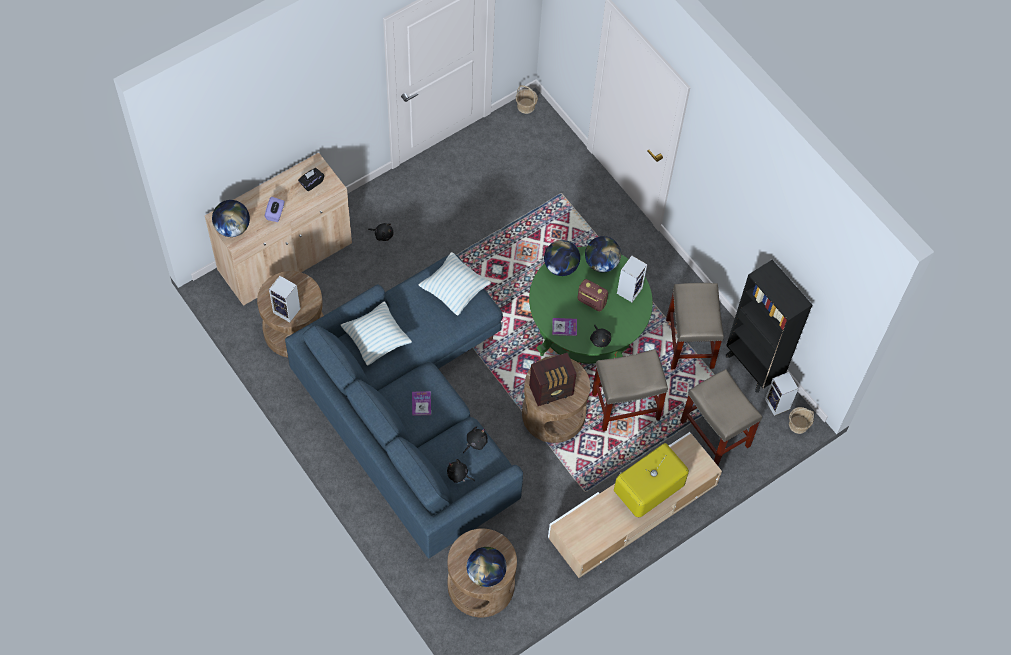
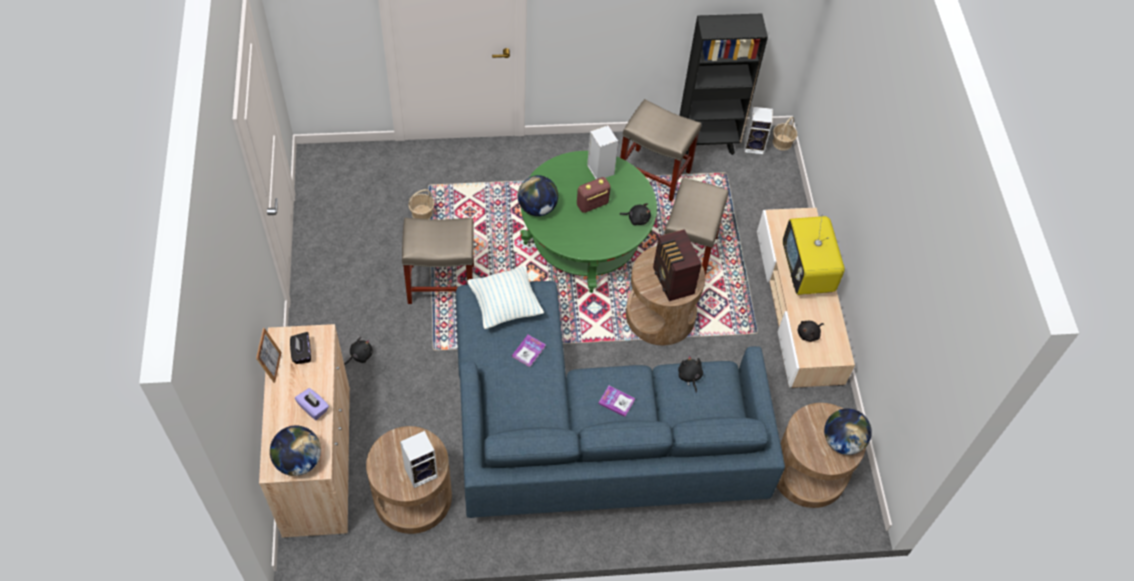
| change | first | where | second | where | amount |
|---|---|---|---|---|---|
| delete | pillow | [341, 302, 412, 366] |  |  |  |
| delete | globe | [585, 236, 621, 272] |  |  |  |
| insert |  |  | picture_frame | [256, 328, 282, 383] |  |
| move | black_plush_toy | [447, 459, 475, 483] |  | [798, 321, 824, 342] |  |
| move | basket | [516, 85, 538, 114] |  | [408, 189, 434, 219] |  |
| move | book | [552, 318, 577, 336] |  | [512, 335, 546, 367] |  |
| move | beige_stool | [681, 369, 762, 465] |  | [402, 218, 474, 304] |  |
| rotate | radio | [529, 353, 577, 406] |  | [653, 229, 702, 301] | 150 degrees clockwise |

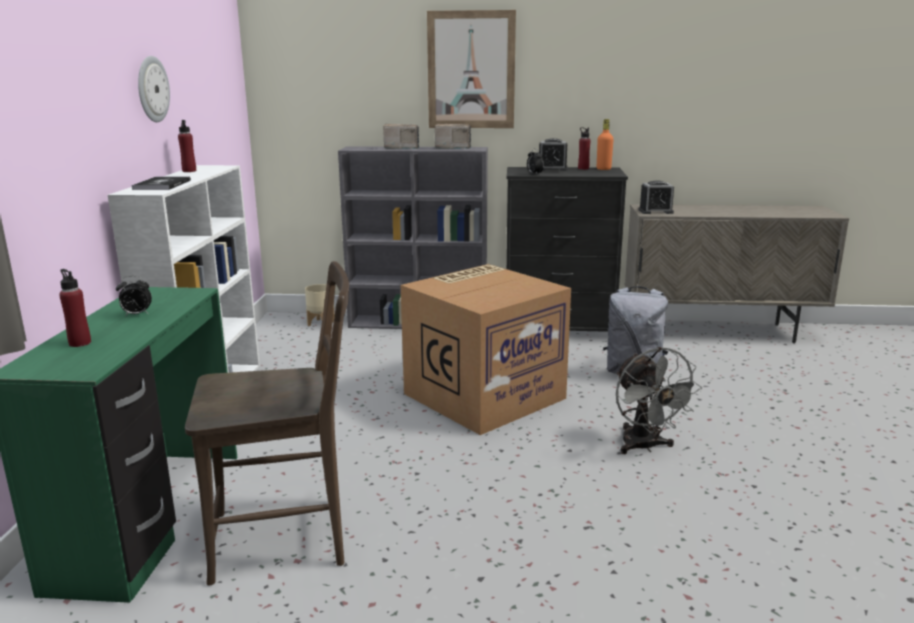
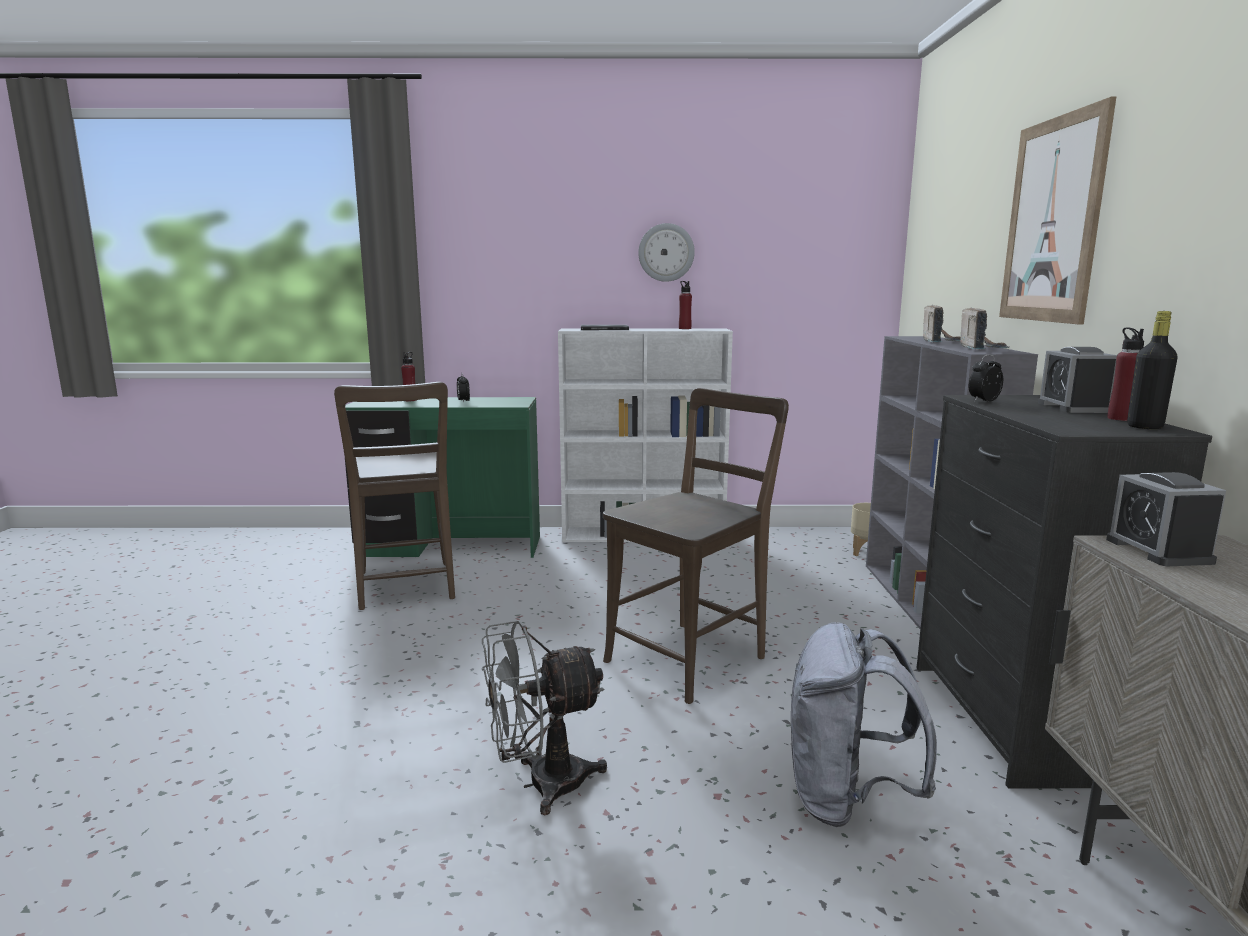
| change | first | where | second | where | amount |
|---|---|---|---|---|---|
| replace | cardboard_box | [401, 264, 571, 435] | brown_chair | [603, 388, 789, 704] |  |
| recolor | orange_bottle | [597, 119, 614, 170] | black_bottle | [1127, 311, 1178, 429] |  |

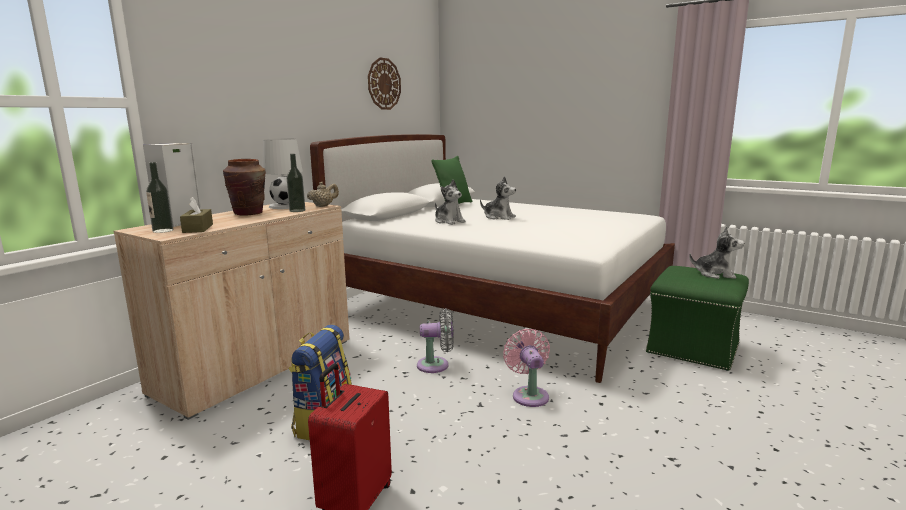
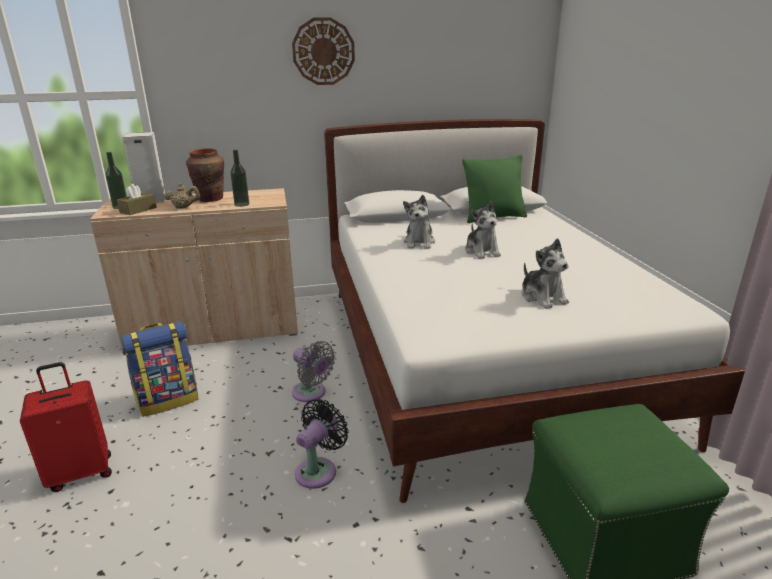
| change | first | where | second | where | amount |
|---|---|---|---|---|---|
| delete | white_table_lamp | [263, 139, 303, 209] |  |  |  |
| move | beige_teapot | [307, 182, 339, 207] |  | [164, 183, 200, 208] |  |
| move | wall_clock | [368, 57, 401, 110] |  | [292, 17, 355, 85] |  |
| move | plush_toy | [689, 226, 744, 279] |  | [522, 238, 569, 309] |  |
| recolor | pink_fan | [503, 329, 550, 407] | black_fan | [295, 399, 349, 489] |  |

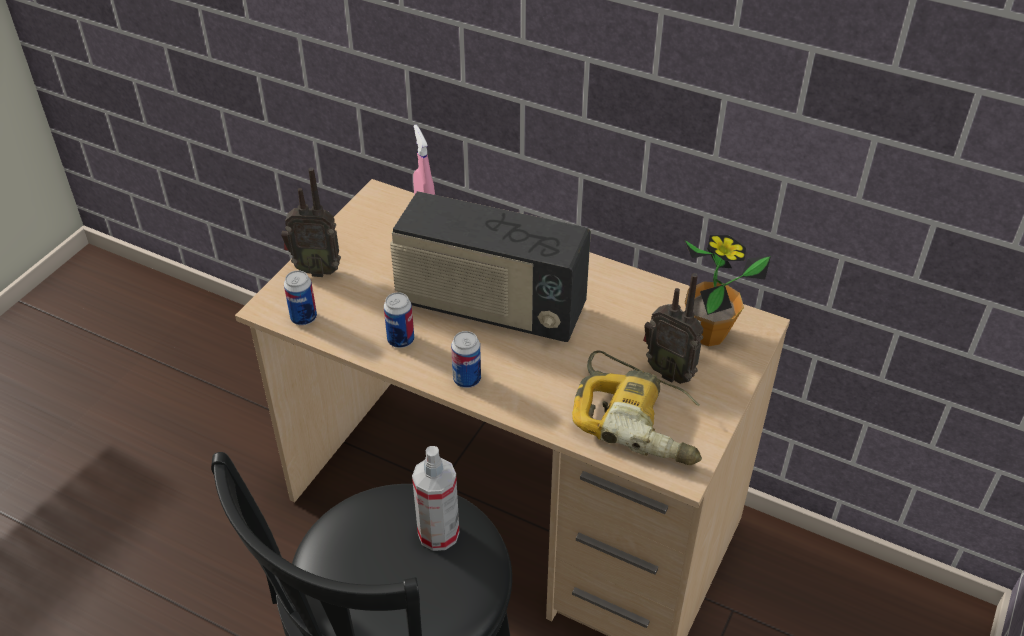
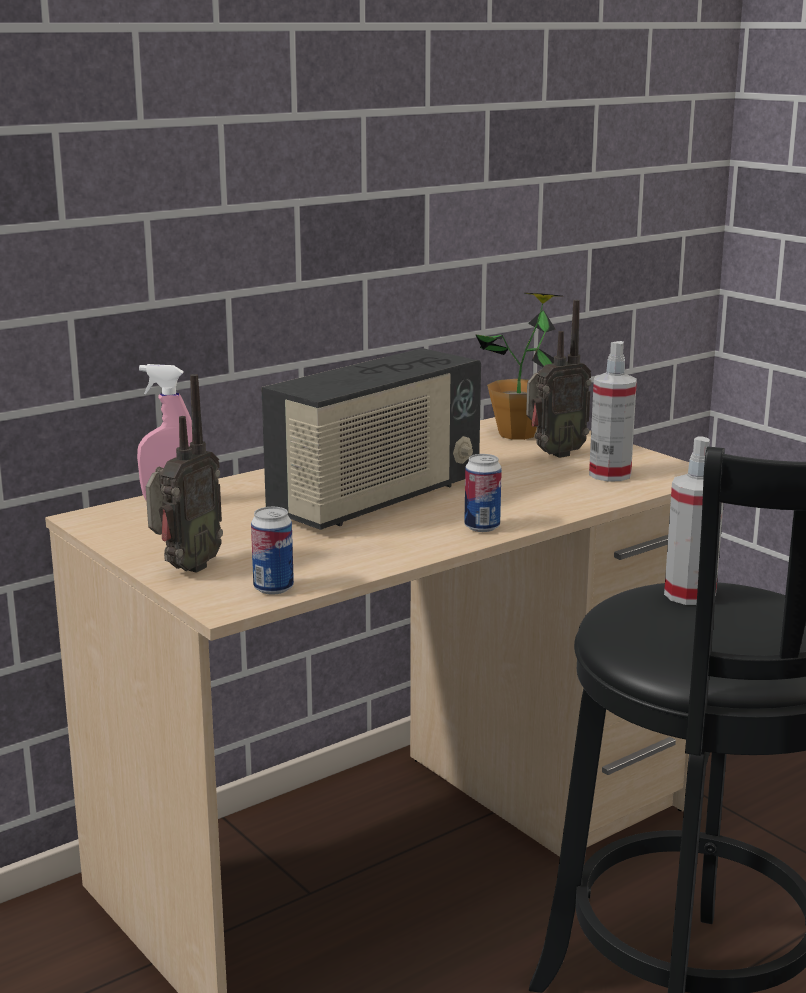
| change | first | where | second | where | amount |
|---|---|---|---|---|---|
| delete | can | [384, 292, 414, 348] |  |  |  |
| replace | power_drill | [572, 350, 702, 465] | spray_bottle | [589, 341, 637, 482] |  |

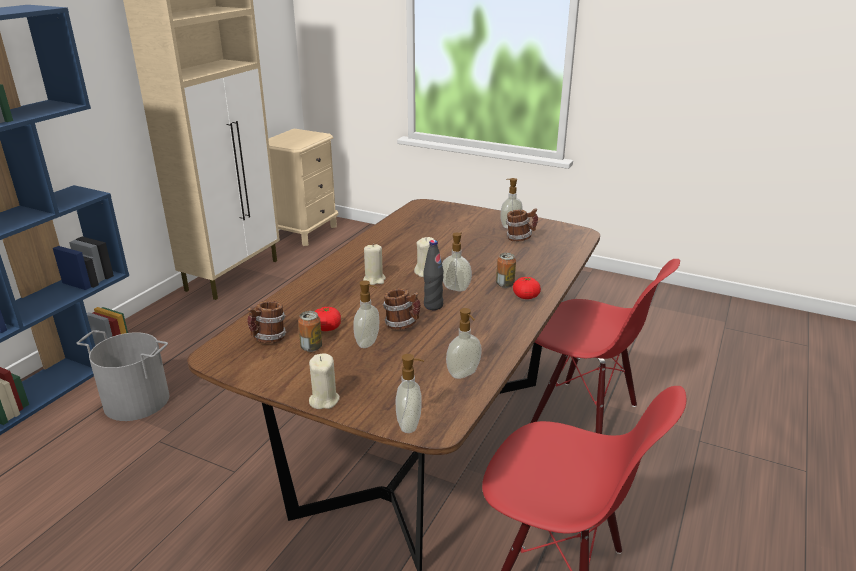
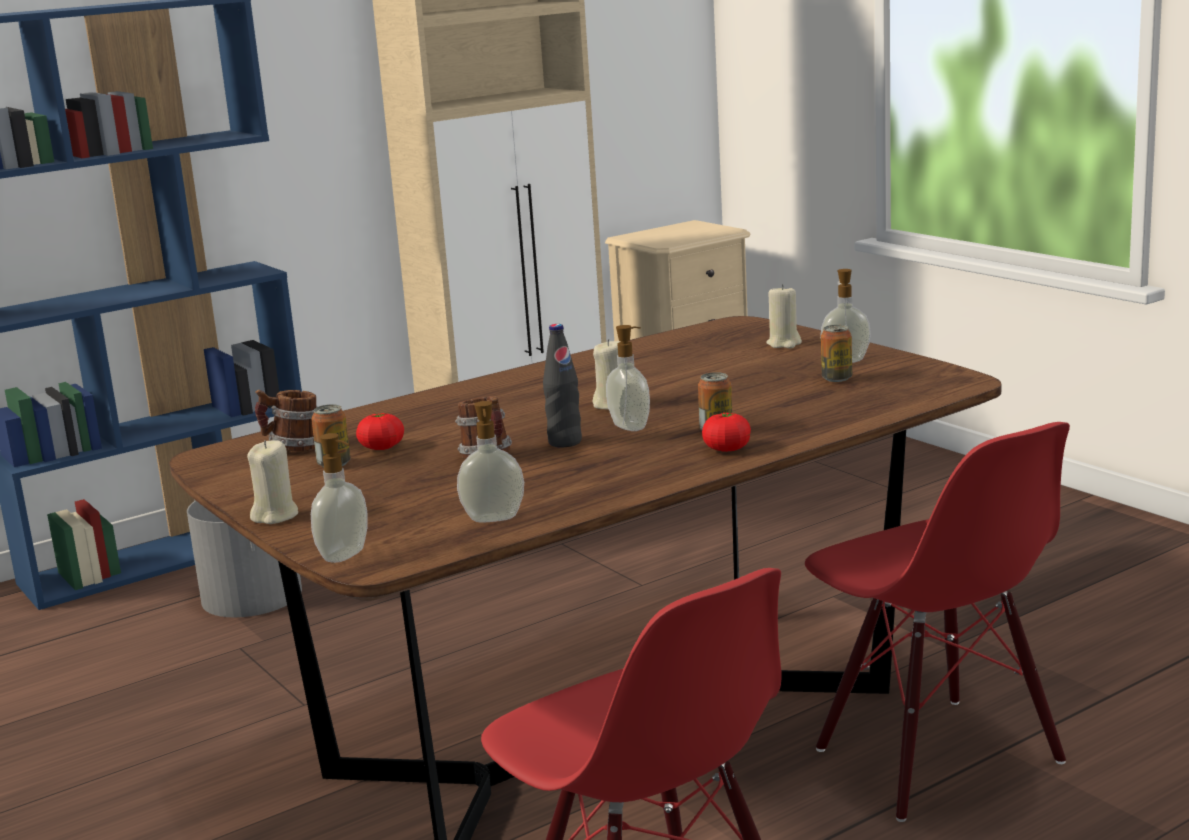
| change | first | where | second | where | amount |
|---|---|---|---|---|---|
| delete | soap_dispenser | [353, 280, 379, 348] |  |  |  |
| move | beige_candle | [363, 244, 386, 285] |  | [766, 284, 802, 348] |  |
| replace | mug | [506, 208, 538, 242] | can | [821, 325, 852, 382] |  |

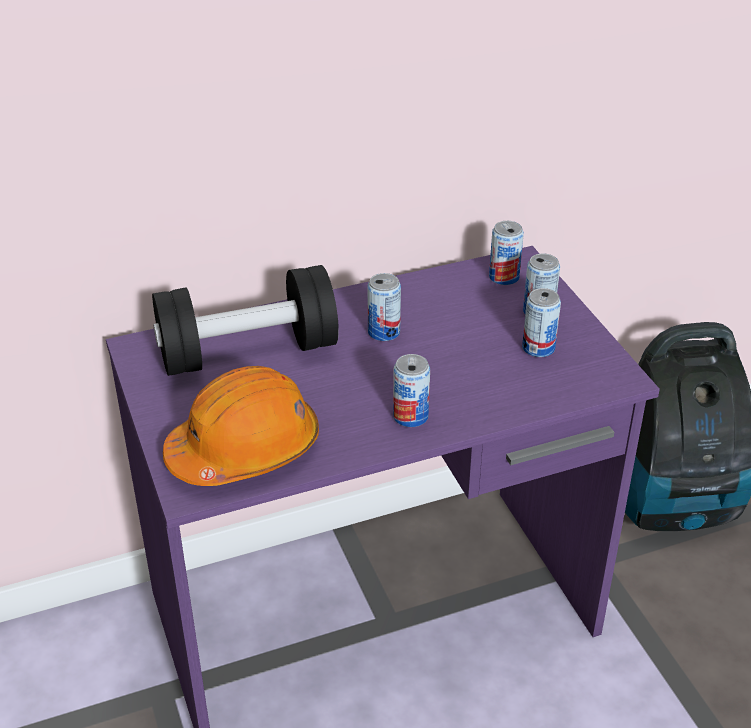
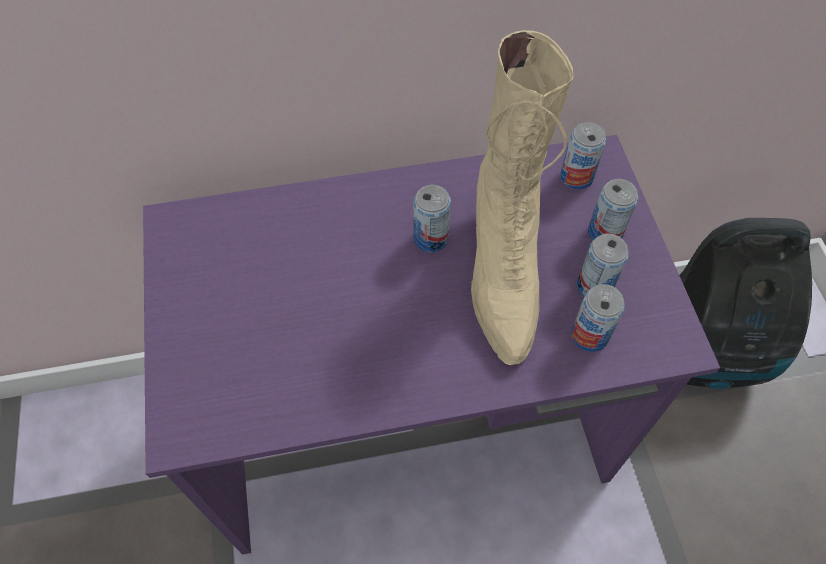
| change | first | where | second | where | amount |
|---|---|---|---|---|---|
| delete | black_dumbbell | [152, 265, 339, 376] |  |  |  |
| delete | orange_hard_hat | [163, 366, 319, 486] |  |  |  |
| insert |  |  | beige_boot | [471, 30, 573, 365] |  |
| move | can | [393, 354, 430, 427] |  | [571, 284, 625, 352] |  |

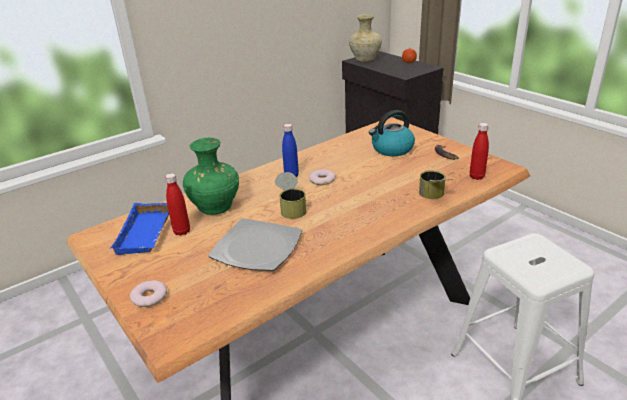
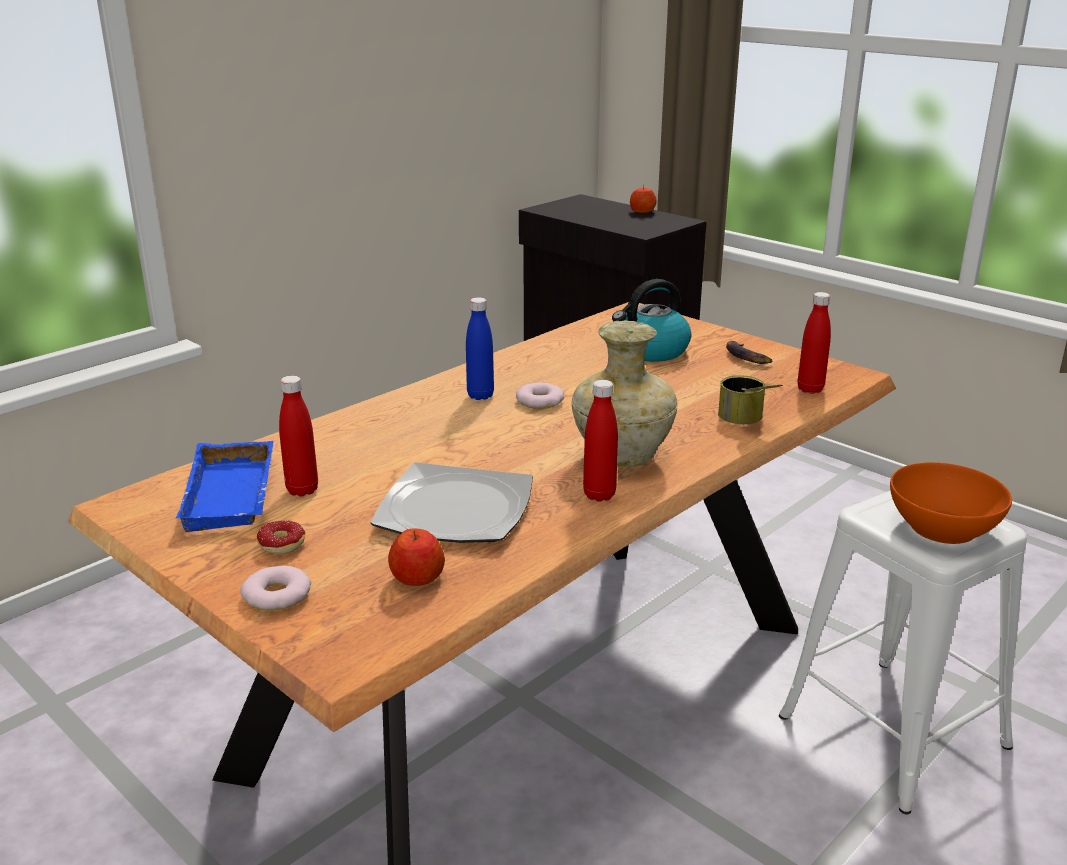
| change | first | where | second | where | amount |
|---|---|---|---|---|---|
| delete | green_vase | [183, 137, 239, 215] |  |  |  |
| delete | can | [275, 172, 306, 219] |  |  |  |
| insert |  |  | donut | [257, 520, 305, 555] |  |
| insert |  |  | apple | [388, 528, 445, 586] |  |
| insert |  |  | red_bottle | [583, 380, 618, 502] |  |
| insert |  |  | orange_bowl | [890, 462, 1012, 544] |  |
| move | beige_vase | [349, 14, 382, 62] |  | [572, 320, 677, 467] |  |

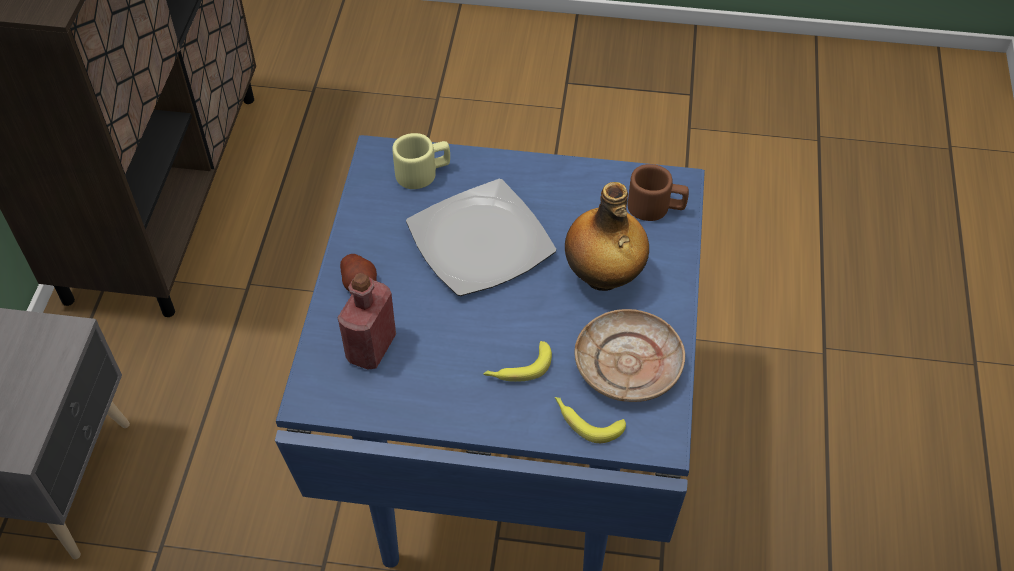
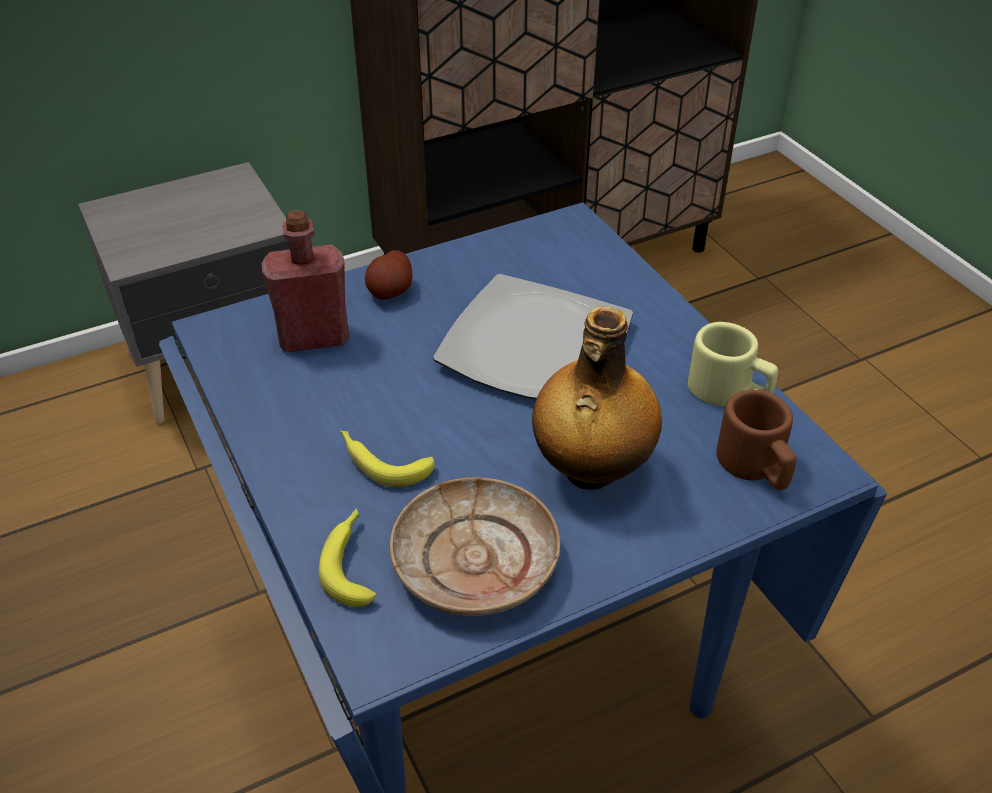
| change | first | where | second | where | amount |
|---|---|---|---|---|---|
| move | beige_mug | [392, 133, 450, 189] |  | [688, 322, 778, 406] |  |

